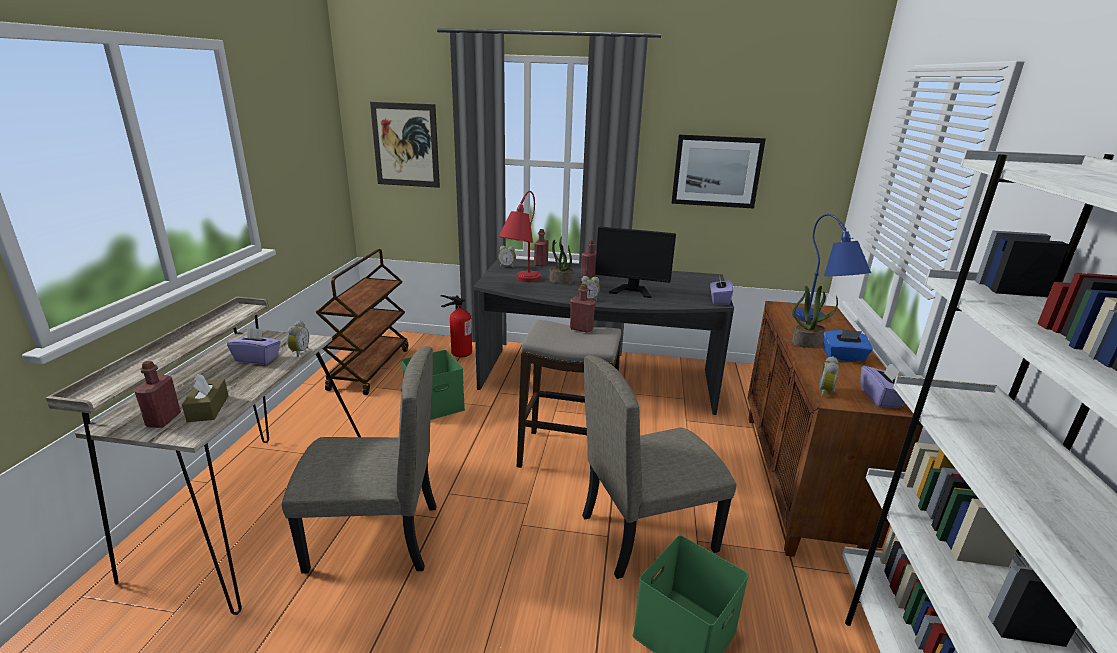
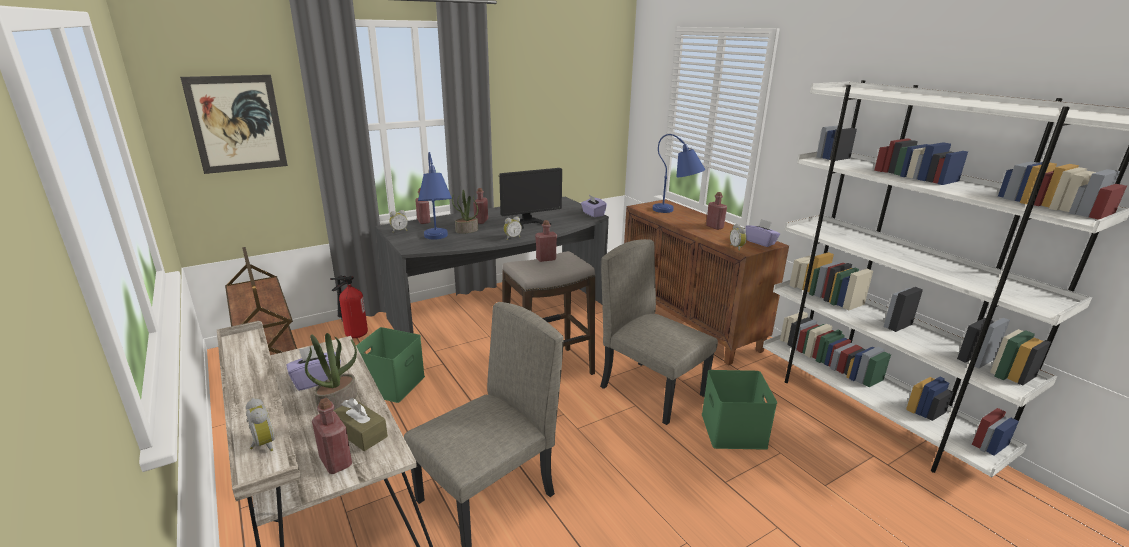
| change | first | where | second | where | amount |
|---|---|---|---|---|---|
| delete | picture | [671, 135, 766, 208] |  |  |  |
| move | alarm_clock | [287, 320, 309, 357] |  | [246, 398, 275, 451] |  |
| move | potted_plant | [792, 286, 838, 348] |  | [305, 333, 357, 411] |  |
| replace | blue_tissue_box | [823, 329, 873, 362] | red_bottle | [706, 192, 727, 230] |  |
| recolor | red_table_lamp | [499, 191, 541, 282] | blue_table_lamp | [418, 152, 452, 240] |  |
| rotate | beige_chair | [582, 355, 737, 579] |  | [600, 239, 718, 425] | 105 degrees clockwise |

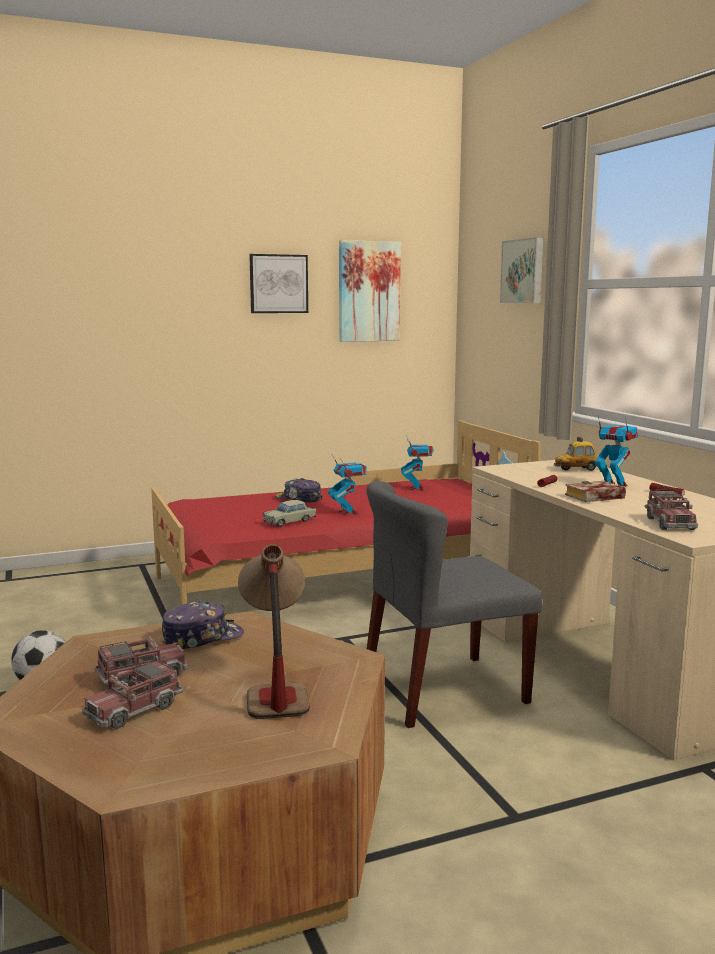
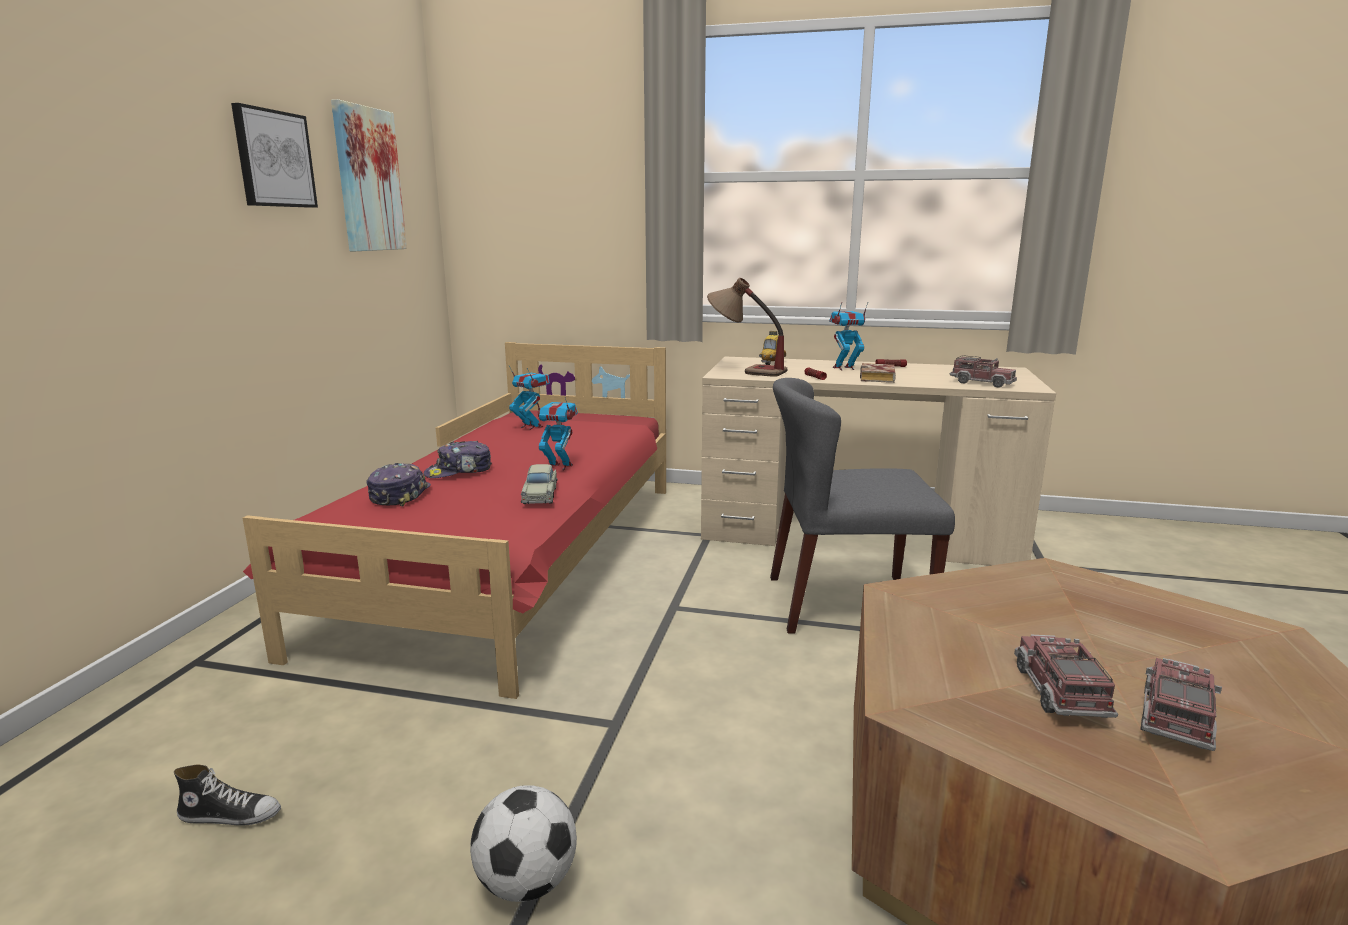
| change | first | where | second | where | amount |
|---|---|---|---|---|---|
| delete | picture | [500, 237, 544, 303] |  |  |  |
| insert |  |  | shoe | [174, 765, 281, 826] |  |
| move | cap | [162, 601, 244, 649] |  | [367, 463, 431, 506] |  |
| move | table_lamp | [238, 544, 310, 719] |  | [707, 278, 788, 377] |  |
| rotate | toy_truck | [82, 659, 183, 730] |  | [1140, 658, 1222, 751] | 135 degrees counterclockwise |
| rotate | grey_chair | [366, 481, 543, 728] |  | [770, 378, 955, 634] | 75 degrees clockwise |

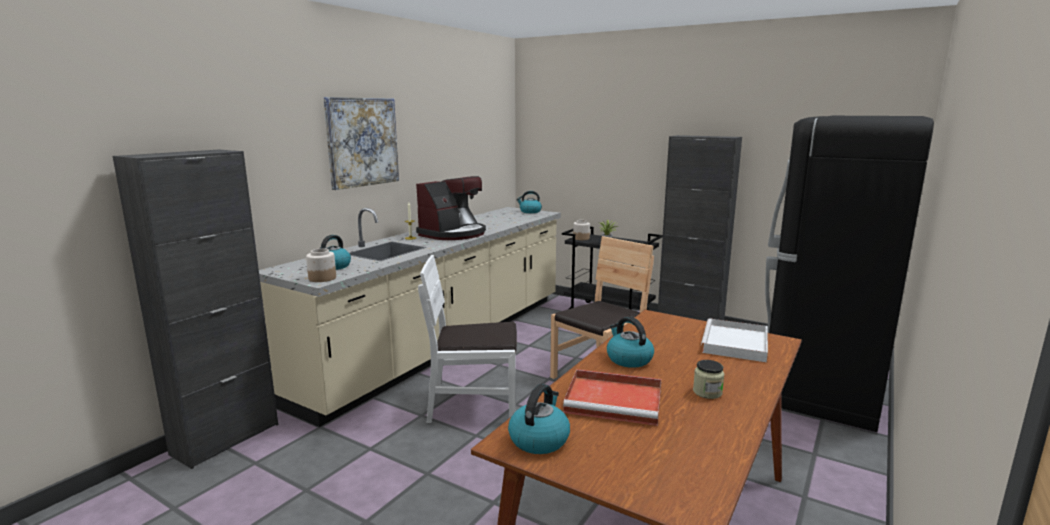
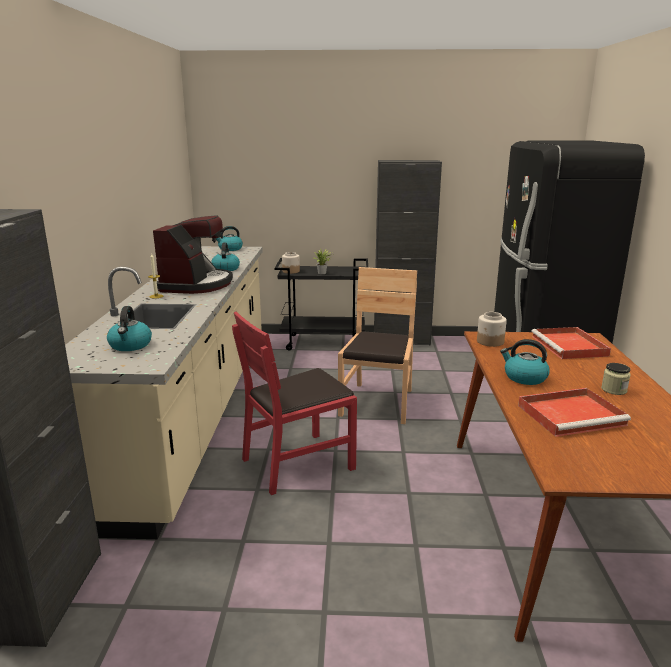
| change | first | where | second | where | amount |
|---|---|---|---|---|---|
| delete | picture | [324, 97, 399, 190] |  |  |  |
| move | jar | [306, 249, 336, 282] |  | [477, 312, 507, 347] |  |
| move | kettle | [508, 384, 570, 454] |  | [211, 242, 240, 271] |  |
| recolor | white_chair | [418, 255, 517, 423] | red_chair | [232, 312, 357, 495] |  |
| recolor | white_tray | [701, 318, 768, 362] | red_tray | [532, 327, 611, 359] |  |

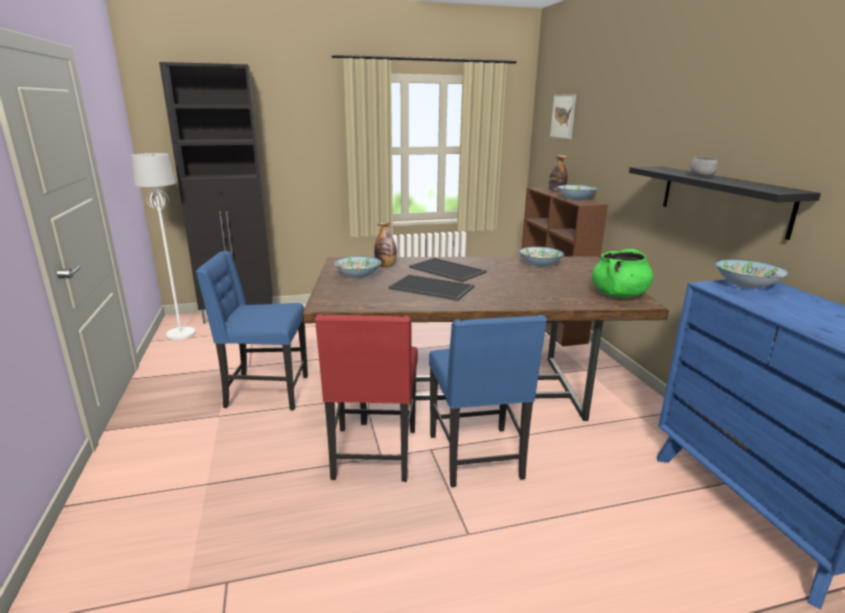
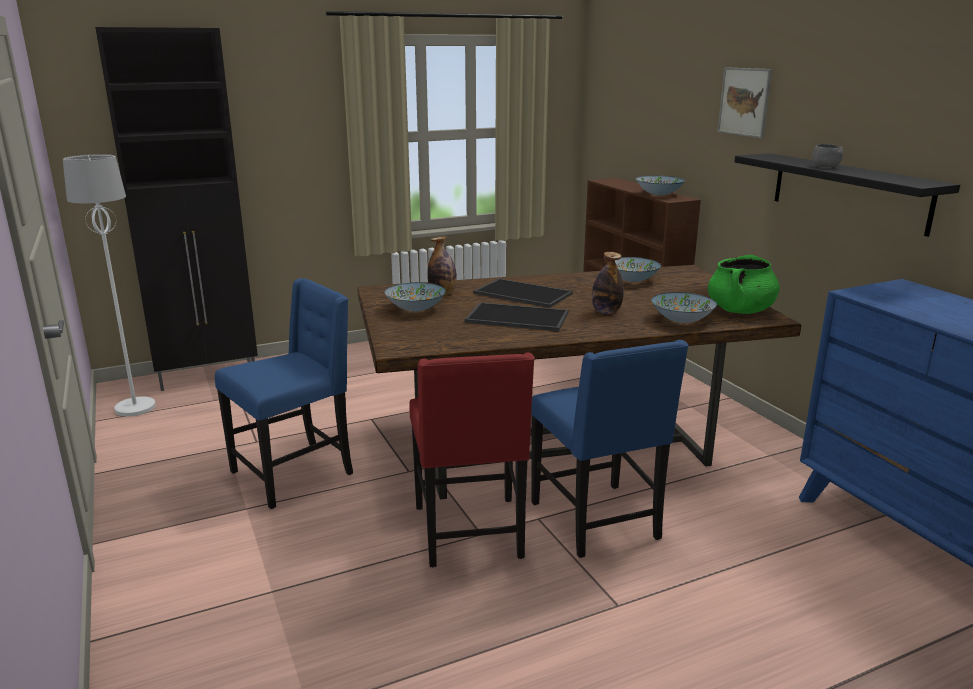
| change | first | where | second | where | amount |
|---|---|---|---|---|---|
| move | bottle | [549, 155, 568, 192] |  | [592, 252, 624, 314] |  |
| move | picture | [550, 94, 576, 139] |  | [717, 67, 772, 138] |  |
| move | bowl | [715, 259, 789, 289] |  | [651, 292, 717, 323] |  |
| rotate | blue_chair | [196, 251, 308, 411] |  | [215, 278, 353, 509] | 150 degrees clockwise |

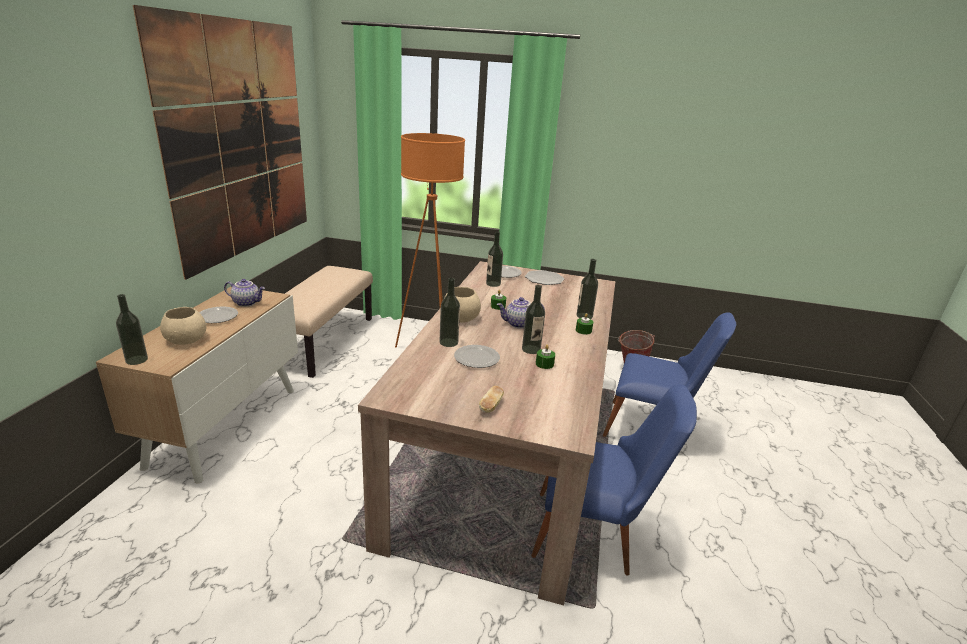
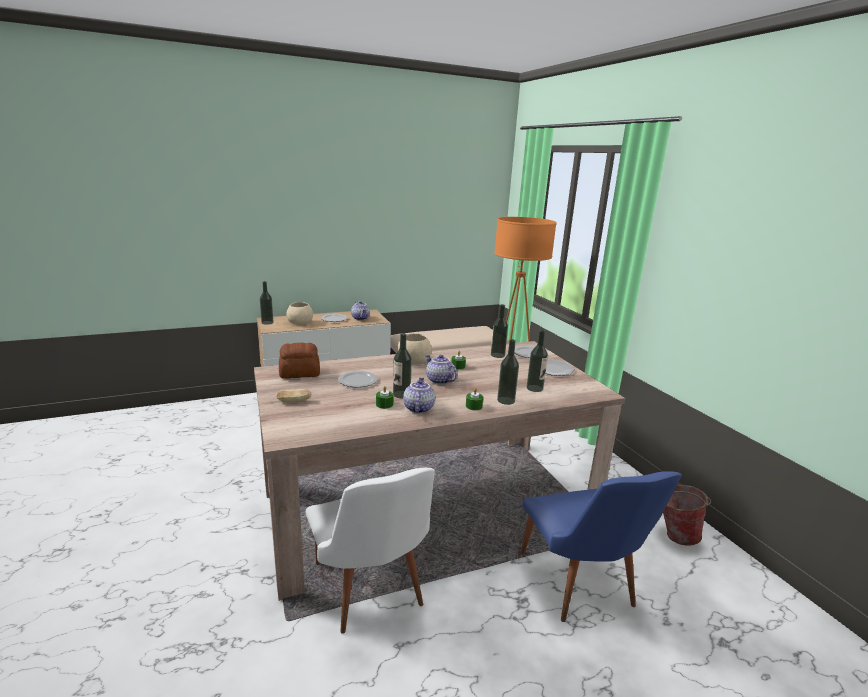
| change | first | where | second | where | amount |
|---|---|---|---|---|---|
| delete | picture | [133, 5, 307, 280] |  |  |  |
| insert |  |  | bread | [279, 343, 320, 379] |  |
| insert |  |  | teapot | [403, 377, 435, 413] |  |
| move | bottle | [440, 278, 460, 347] |  | [527, 330, 548, 392] |  |
| recolor | blue_chair | [531, 384, 697, 576] | white_chair | [306, 468, 435, 634] |  |

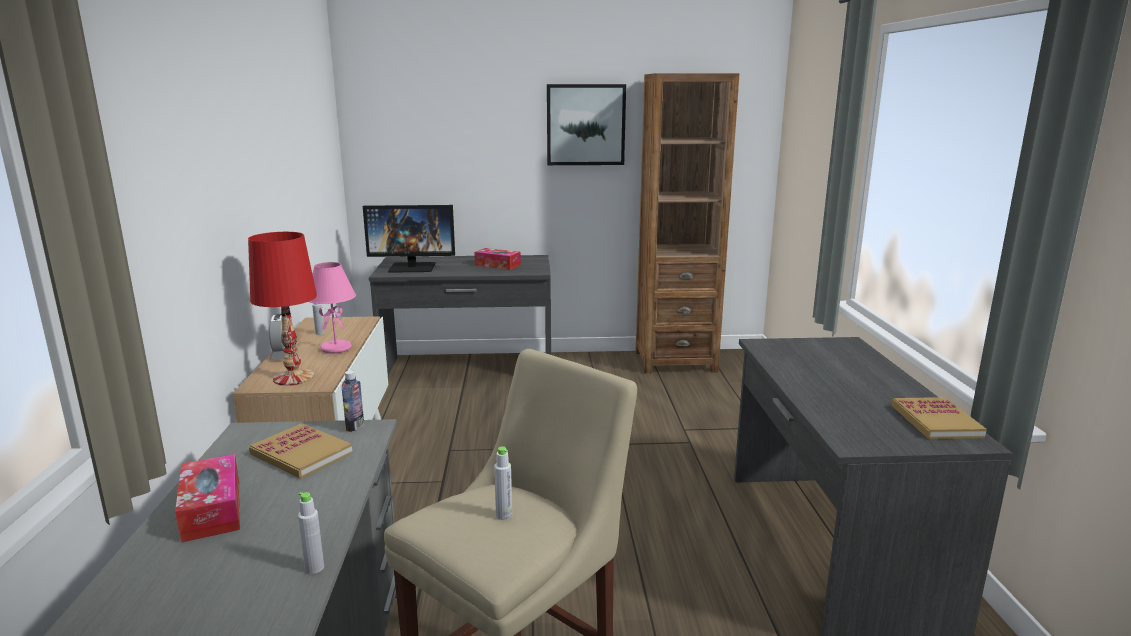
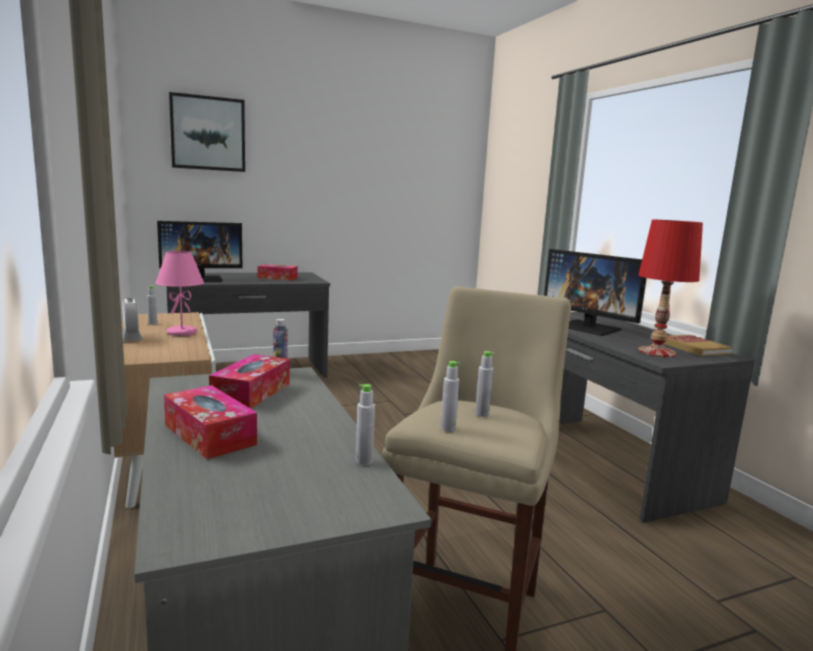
| change | first | where | second | where | amount |
|---|---|---|---|---|---|
| delete | brown_bookcase | [636, 73, 739, 374] |  |  |  |
| insert |  |  | grey_bottle | [441, 361, 460, 432] |  |
| insert |  |  | monitor | [544, 249, 647, 336] |  |
| move | red_table_lamp | [248, 232, 317, 386] |  | [638, 220, 703, 357] |  |
| move | picture | [547, 84, 626, 165] |  | [169, 92, 245, 172] |  |
| replace | book | [249, 423, 353, 479] | tissue_box | [209, 354, 290, 409] |  |

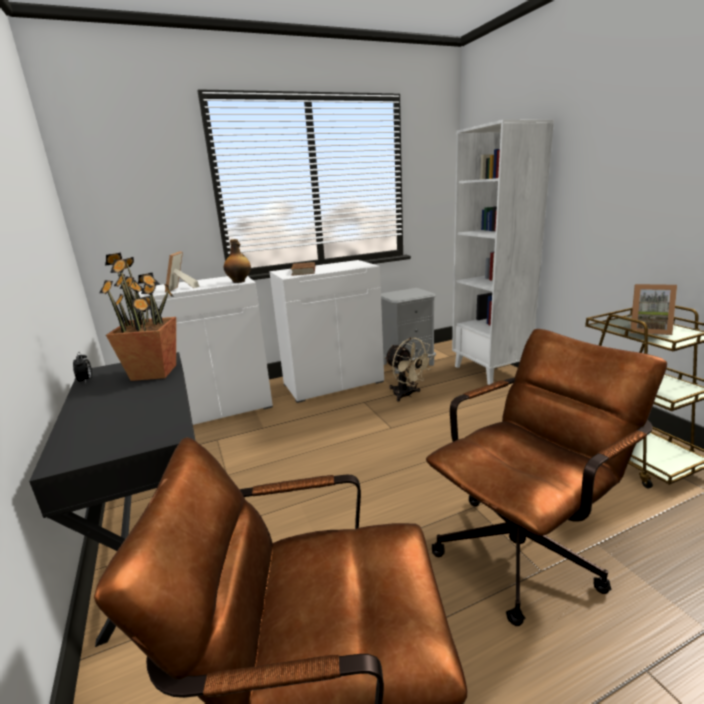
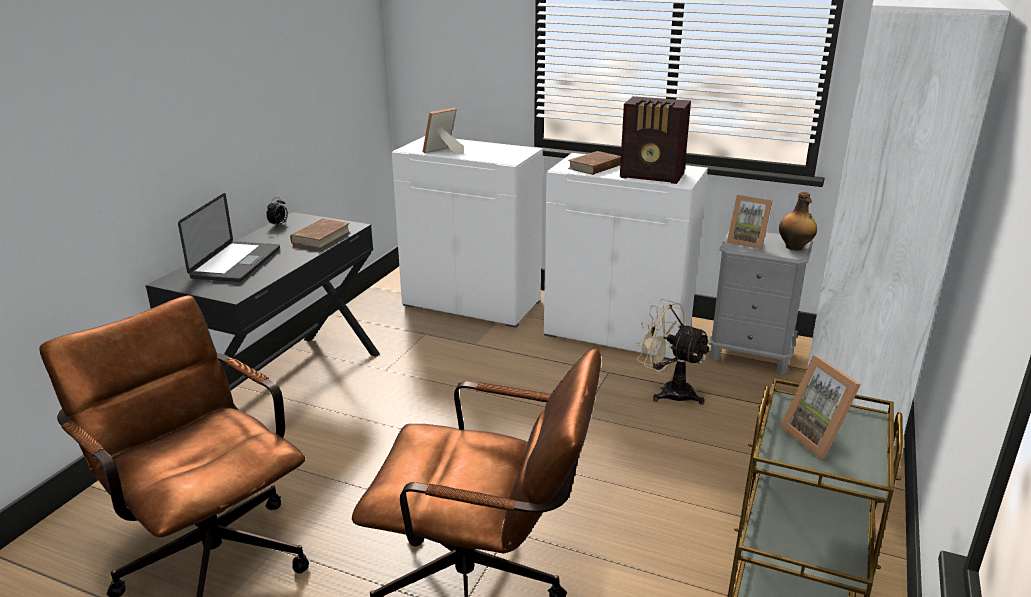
| change | first | where | second | where | amount |
|---|---|---|---|---|---|
| insert |  |  | laptop | [178, 193, 280, 282] |  |
| insert |  |  | radio | [620, 96, 691, 184] |  |
| insert |  |  | picture_frame | [727, 195, 772, 249] |  |
| move | bottle | [224, 239, 251, 283] |  | [779, 192, 817, 251] |  |
| replace | potted_plant | [99, 253, 176, 381] | brown_book | [290, 218, 350, 249] |  |
| rotate | beige_fan | [384, 338, 433, 402] |  | [636, 299, 711, 405] | 120 degrees clockwise |

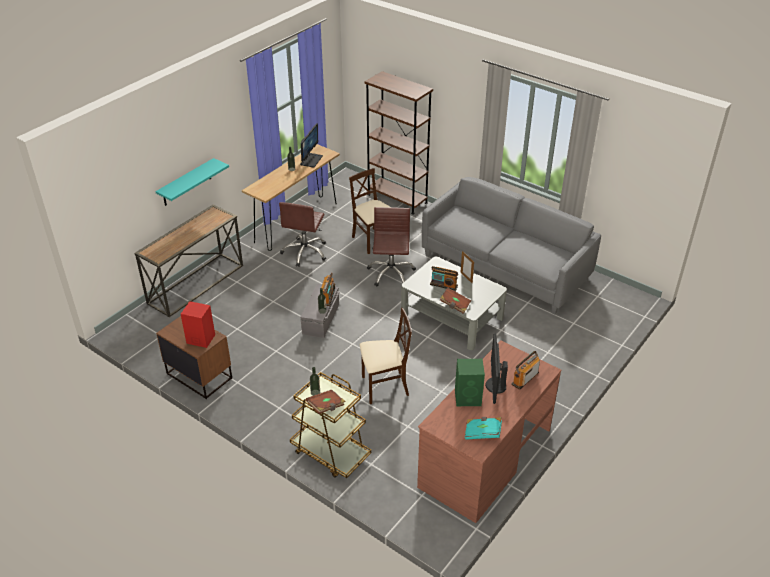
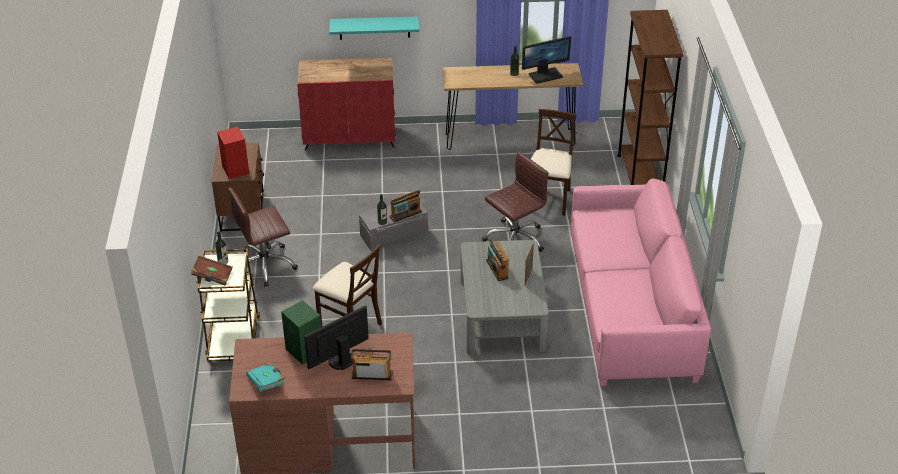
| change | first | where | second | where | amount |
|---|---|---|---|---|---|
| delete | brown_book | [440, 287, 471, 314] |  |  |  |
| move | brown_office_chair | [279, 202, 326, 267] |  | [228, 187, 298, 287] |  |
| replace | console_table | [134, 204, 243, 317] | red_cabinet | [297, 58, 395, 151] |  |
| recolor | grey_sofa | [422, 177, 601, 314] | pink_sofa | [570, 178, 711, 386] |  |

